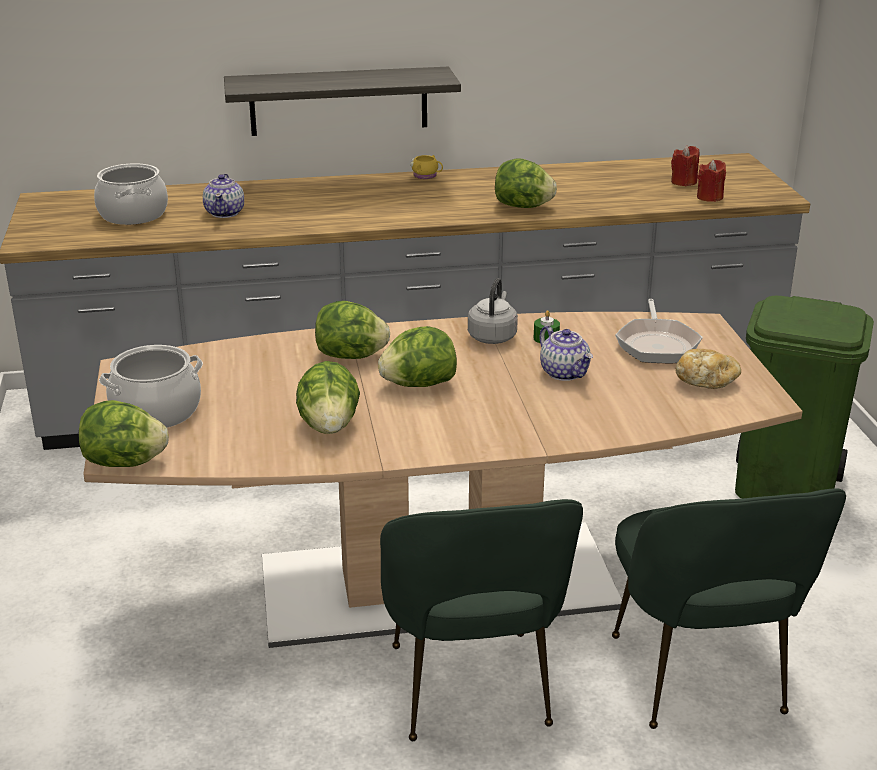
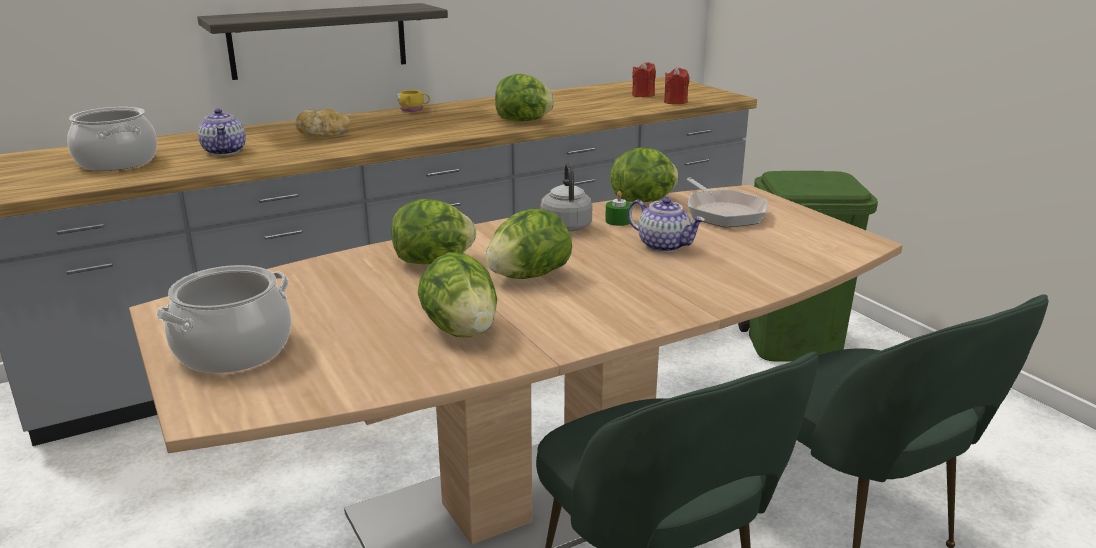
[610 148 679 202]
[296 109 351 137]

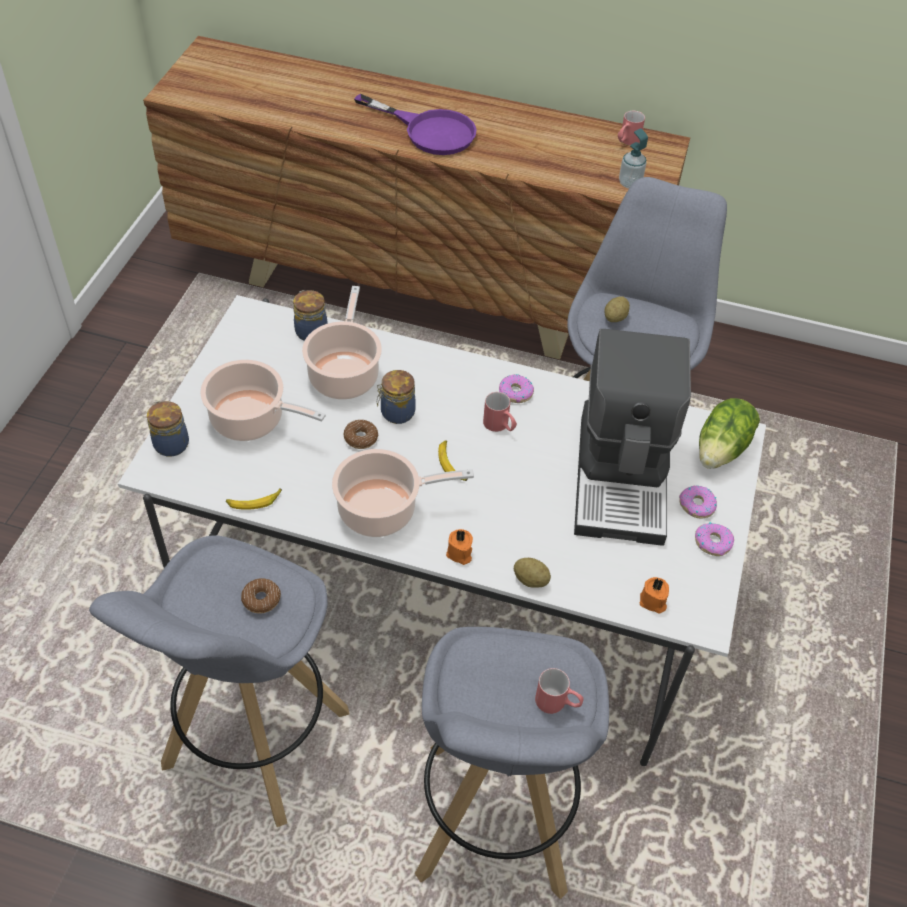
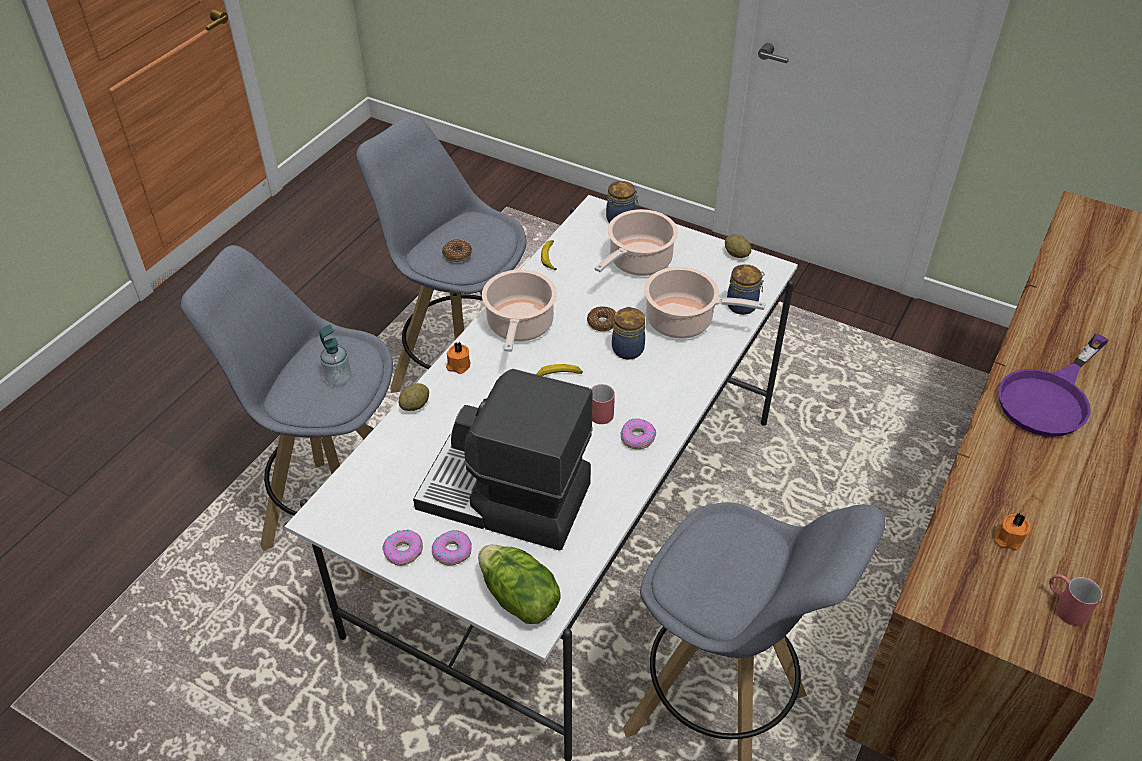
[535 668 584 714] (first image)
[725 234 751 258]
[319 324 351 386]
[994 513 1031 550]

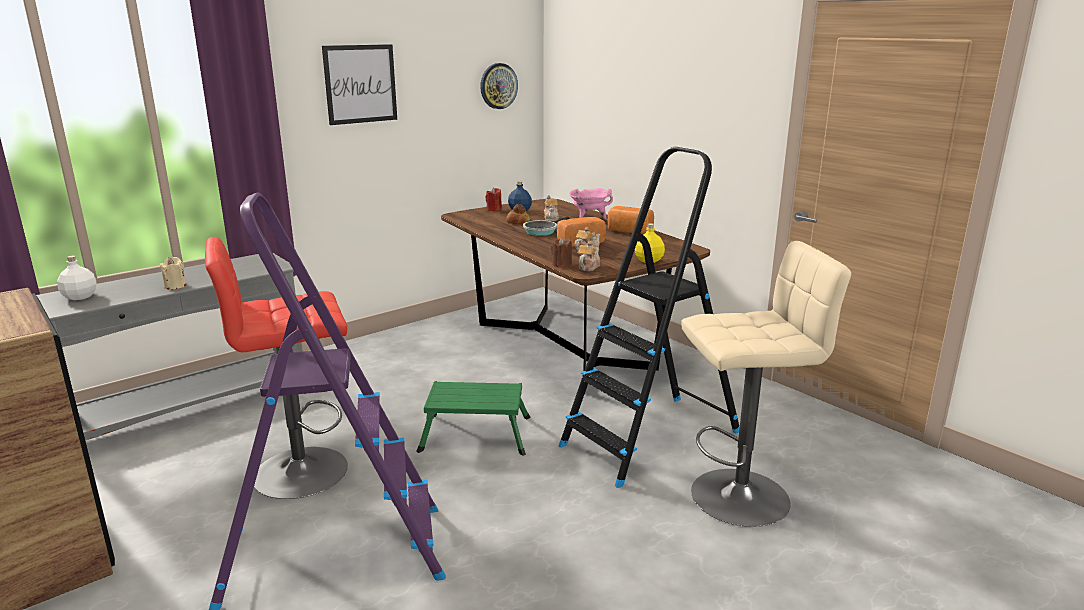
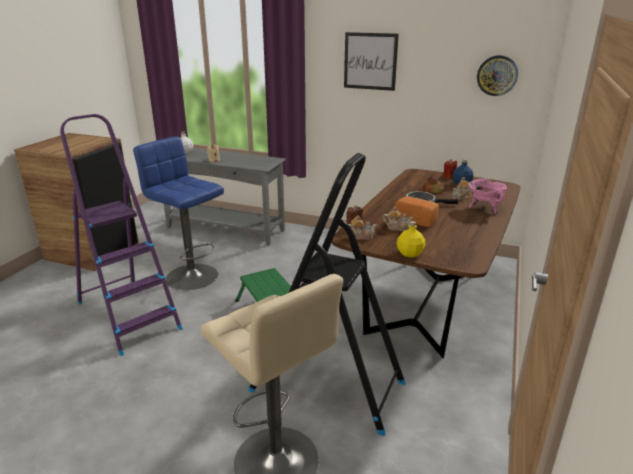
[133 136 224 290]
[608 206 654 234] (first image)

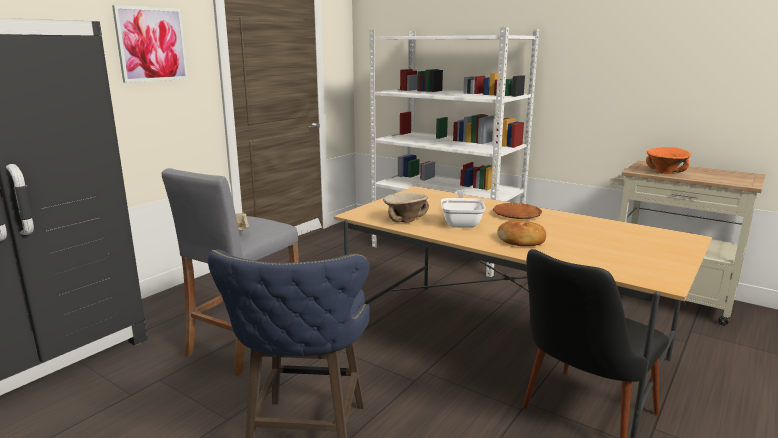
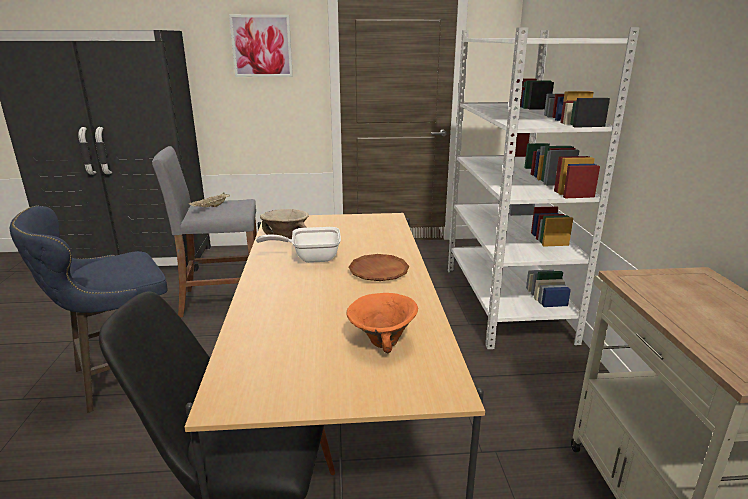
[256 227 341 263]
[497 220 546 246] (first image)
[346 293 418 353]

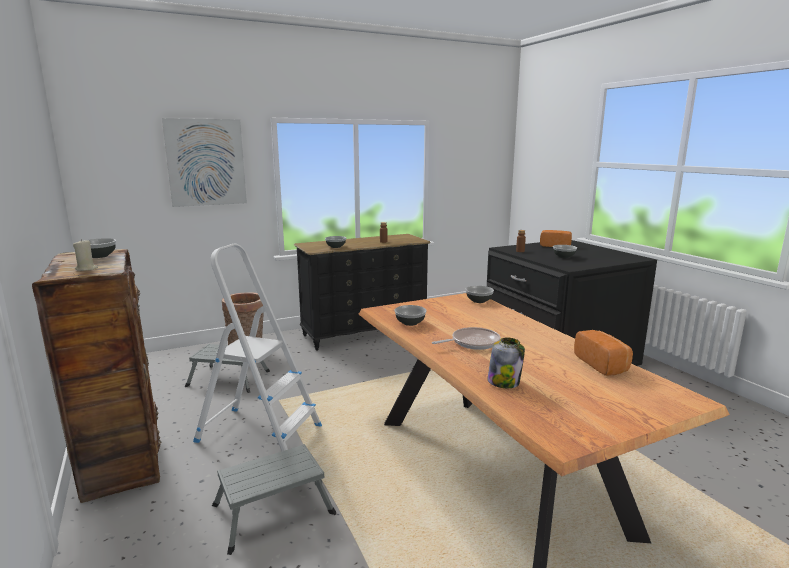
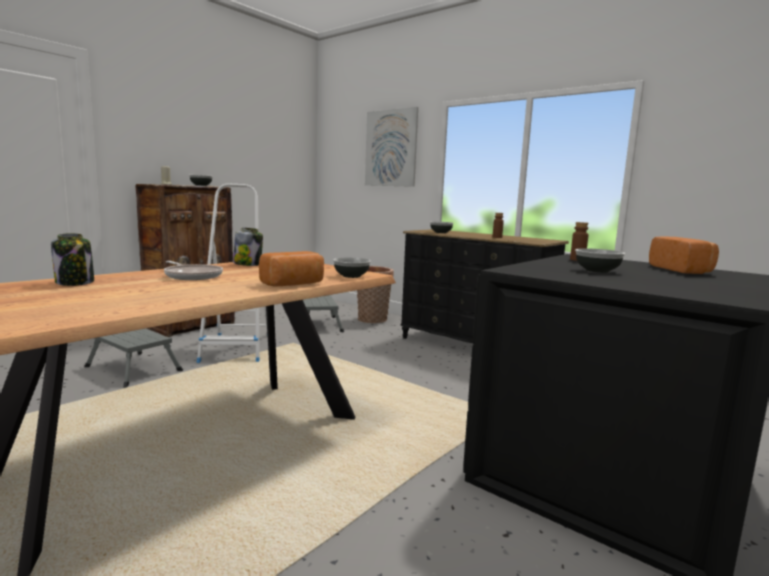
[233 228 263 266]
[259 251 324 287]

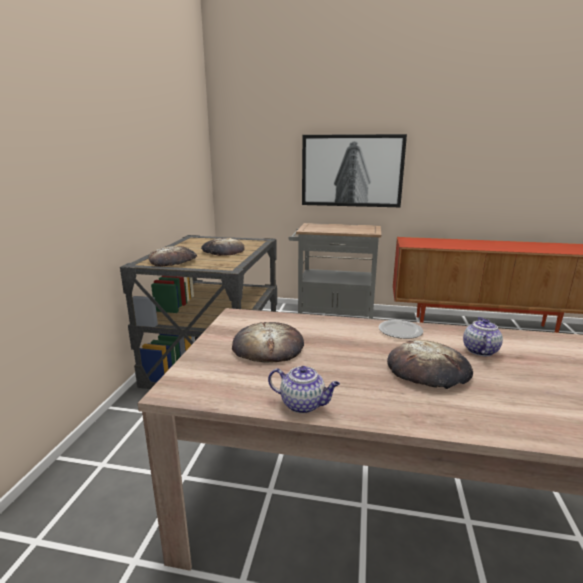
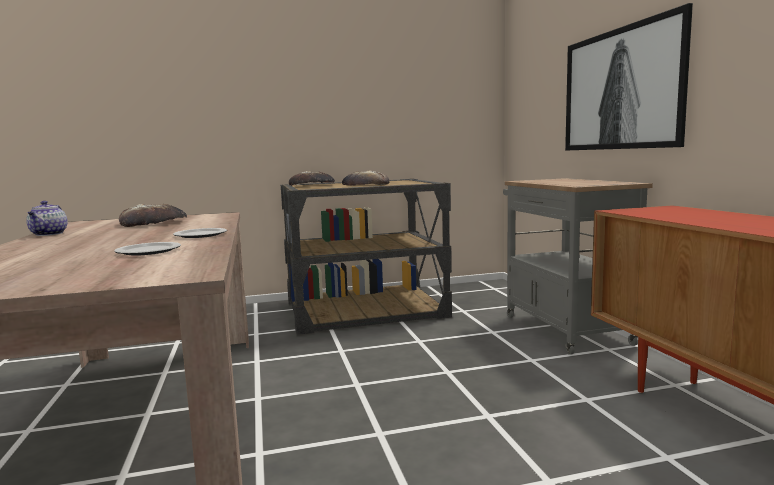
[387 340 473 389] (first image)
[114 242 181 256]

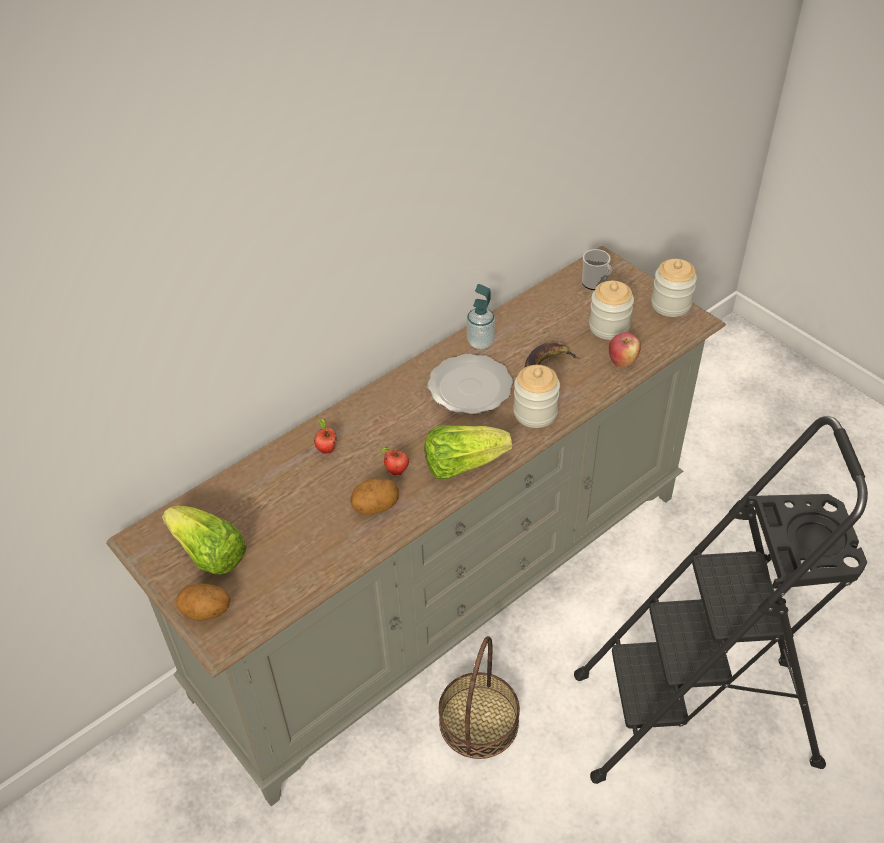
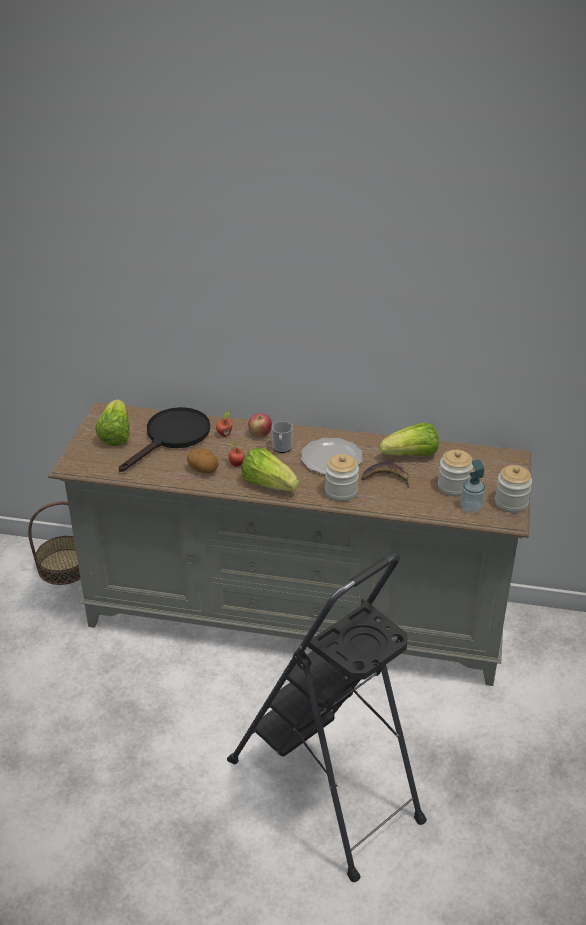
[176 583 231 621] (first image)
[28 502 80 585]
[461 459 485 513]
[272 421 293 453]
[248 413 272 437]
[119 407 210 472]
[379 423 439 456]

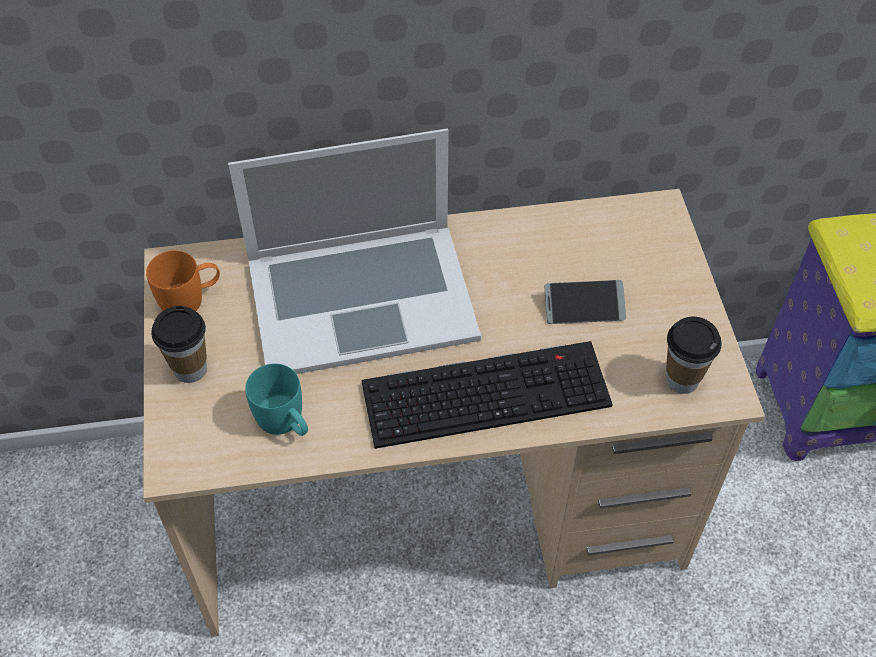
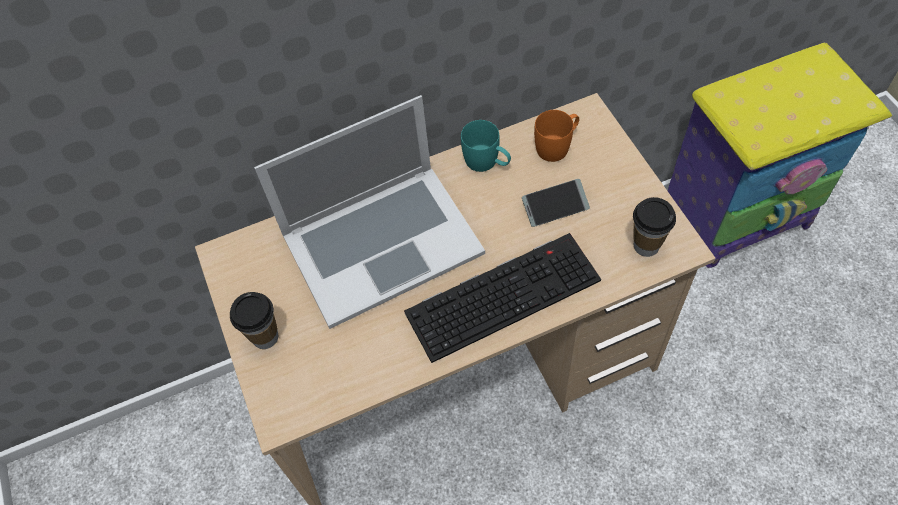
[534 110 579 162]
[461 120 511 172]

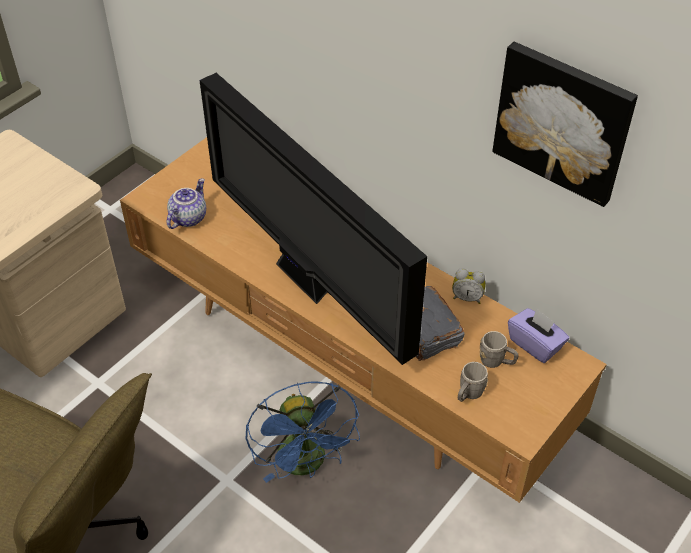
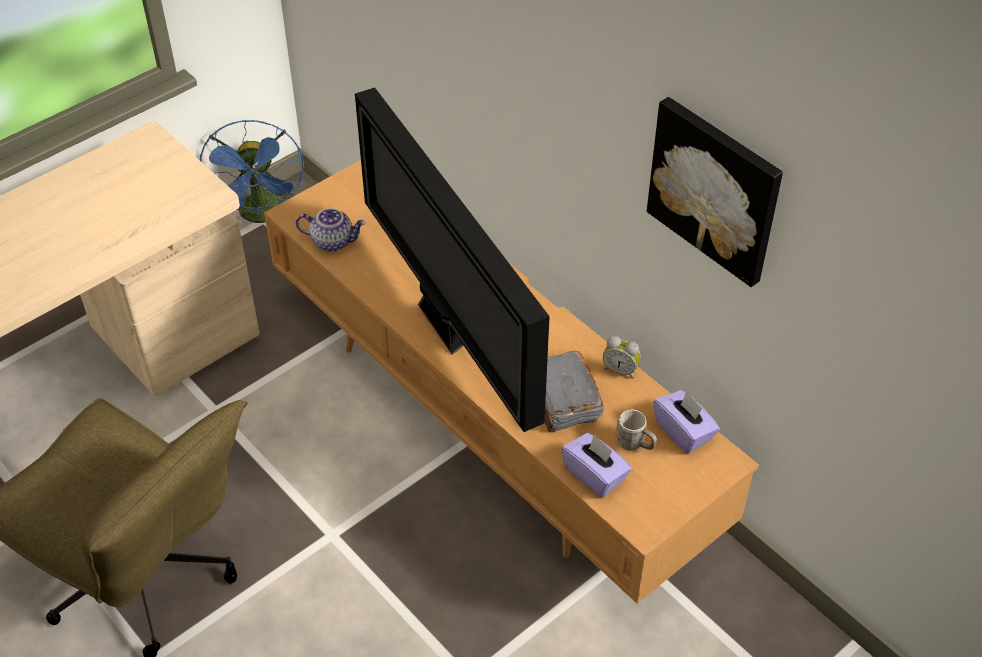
[296 208 366 252]
[200 120 304 223]
[561 433 632 498]

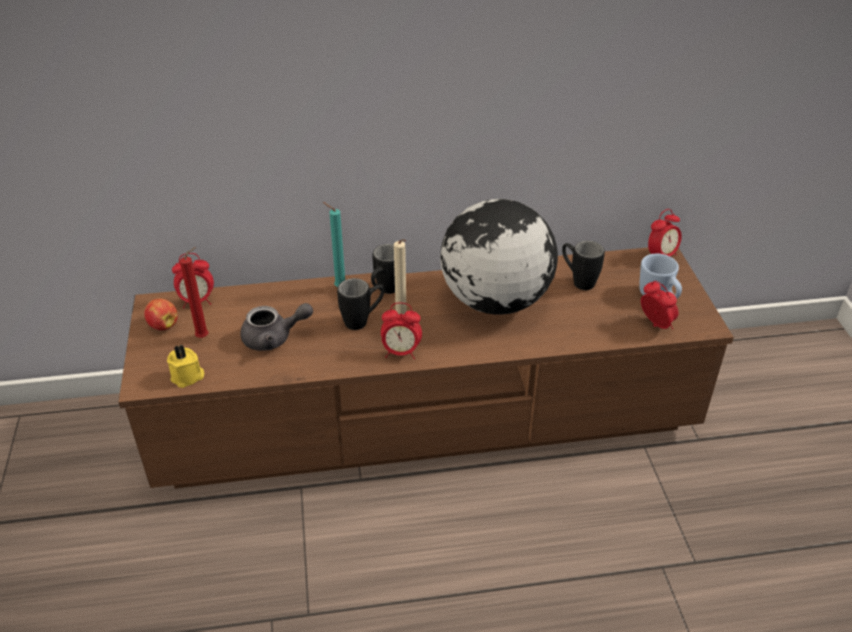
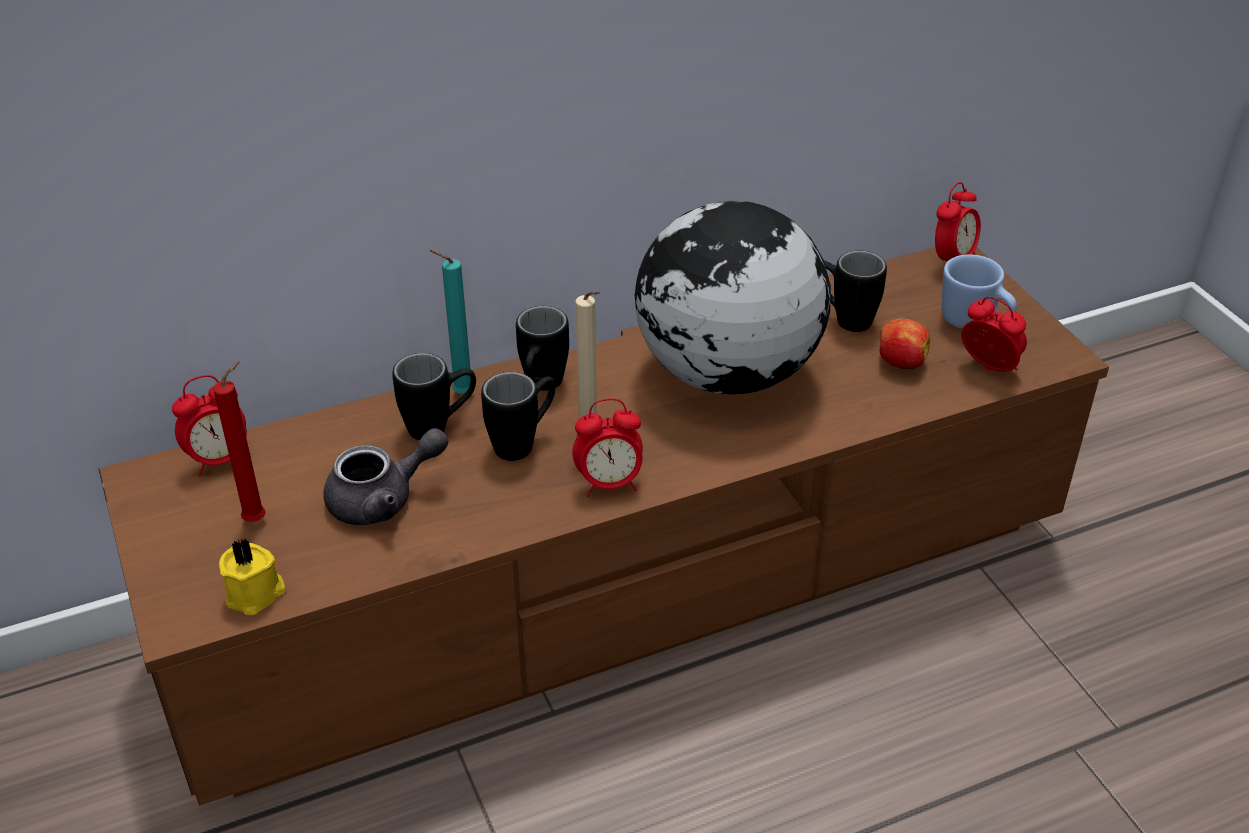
[879 319 930 369]
[392 353 476 440]

